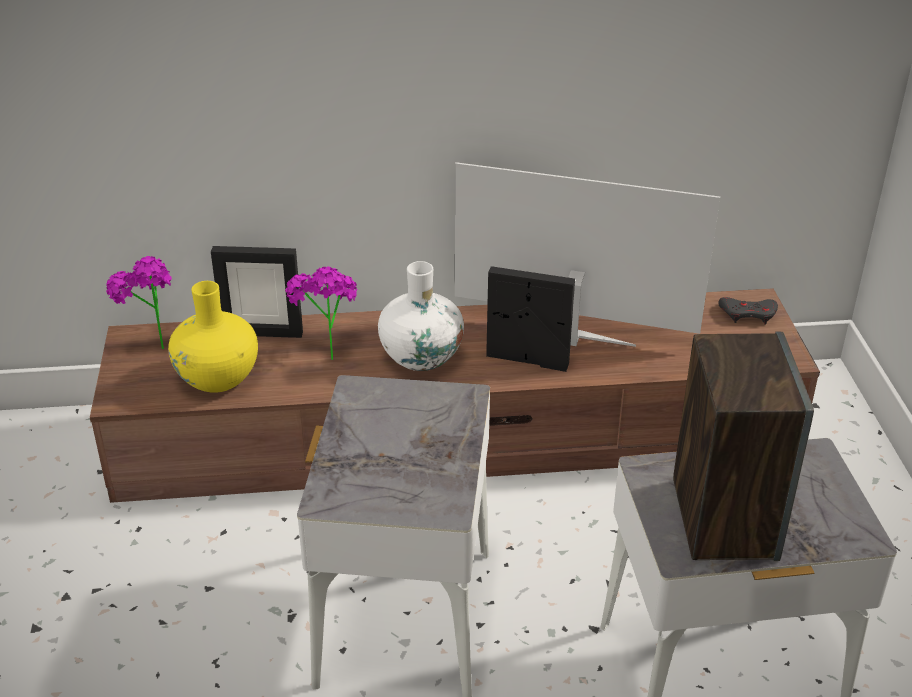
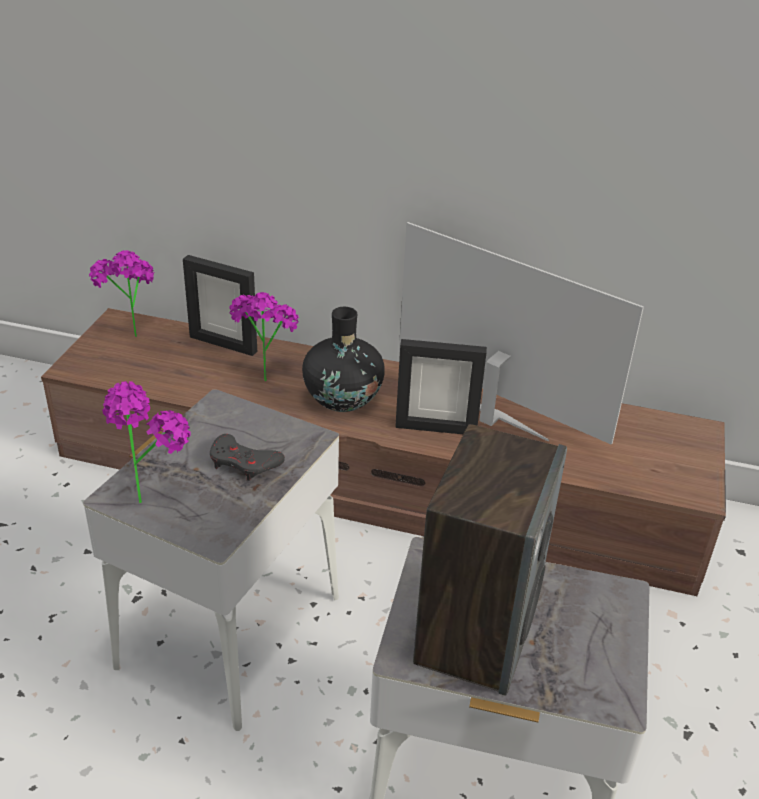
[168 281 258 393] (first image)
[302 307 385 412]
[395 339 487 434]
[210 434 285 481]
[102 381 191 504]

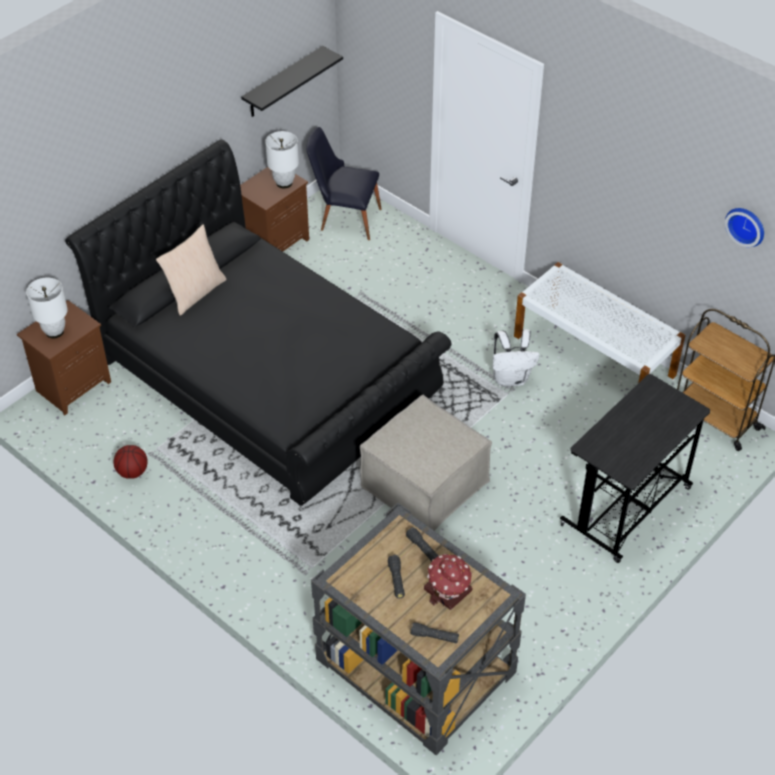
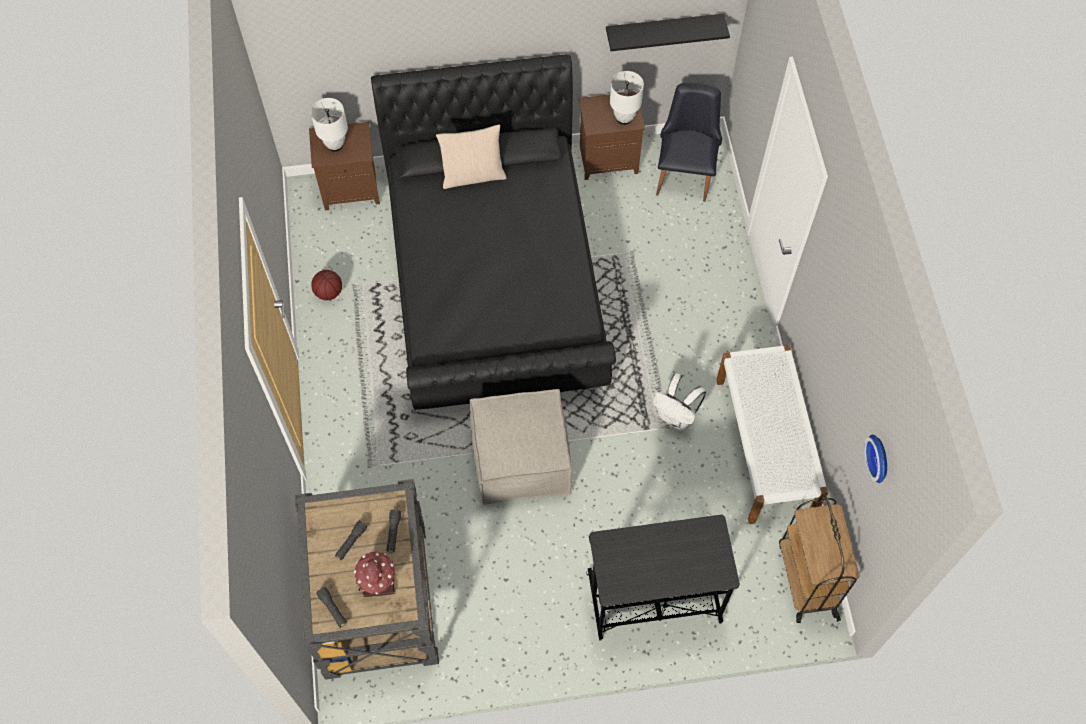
[656 83 722 202]

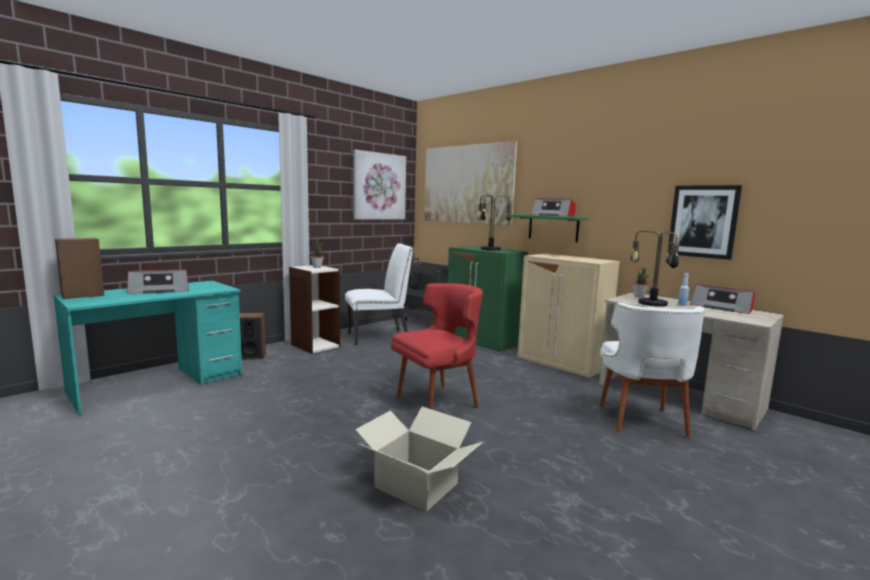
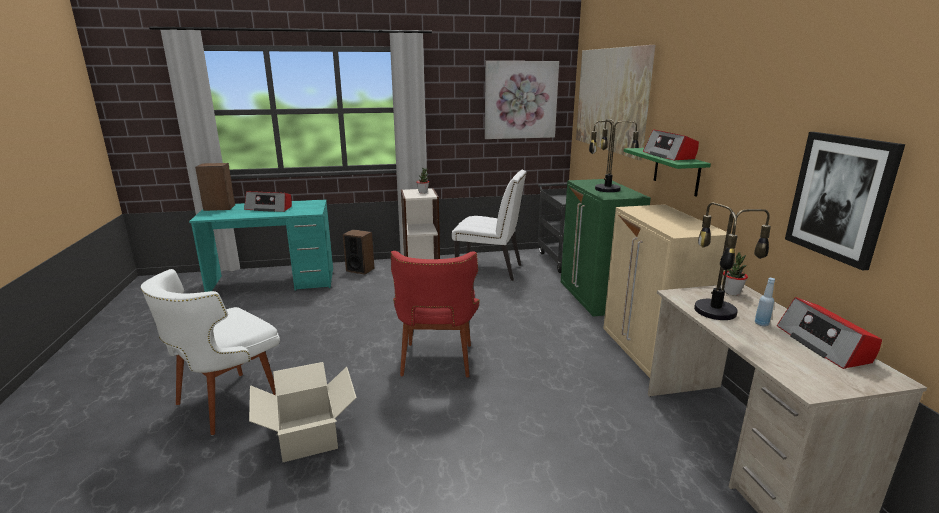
[391 251 480 378]
[141 269 280 436]

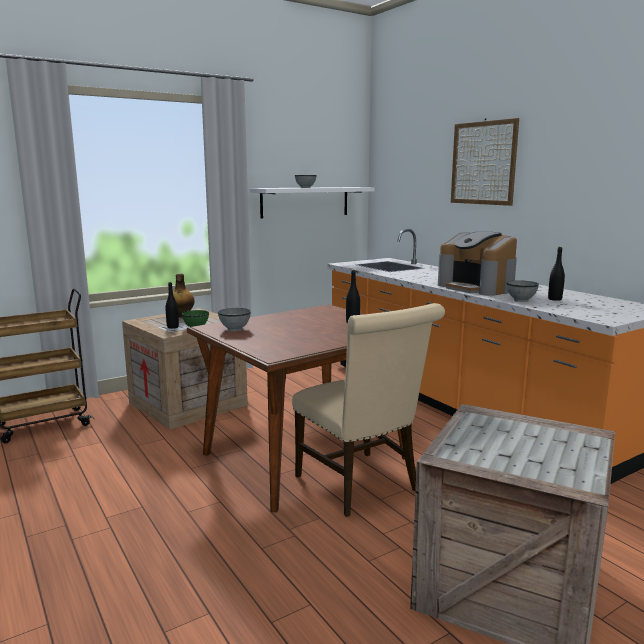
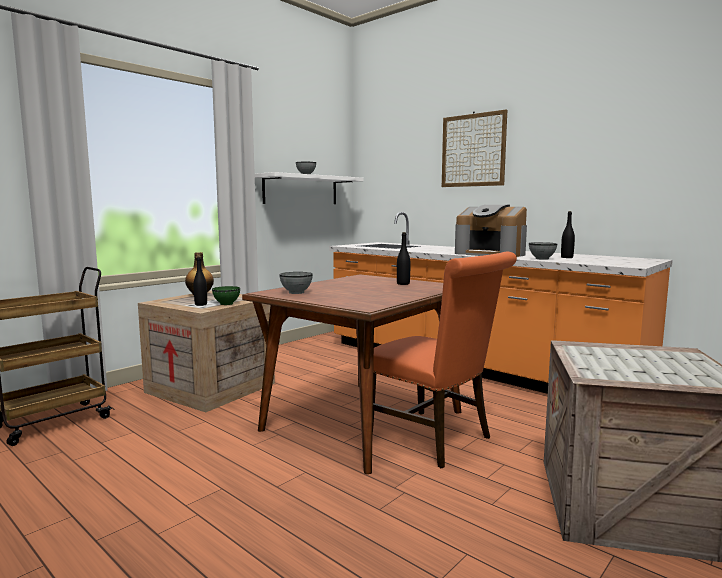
[372 252 517 468]

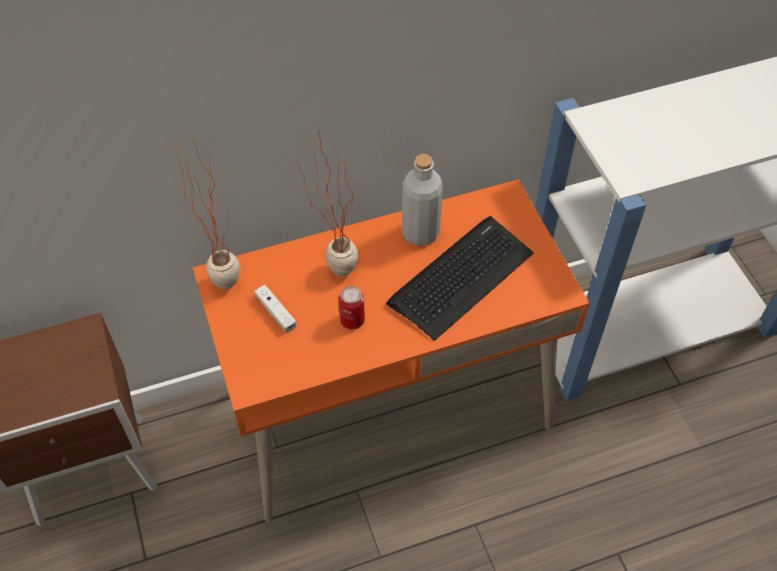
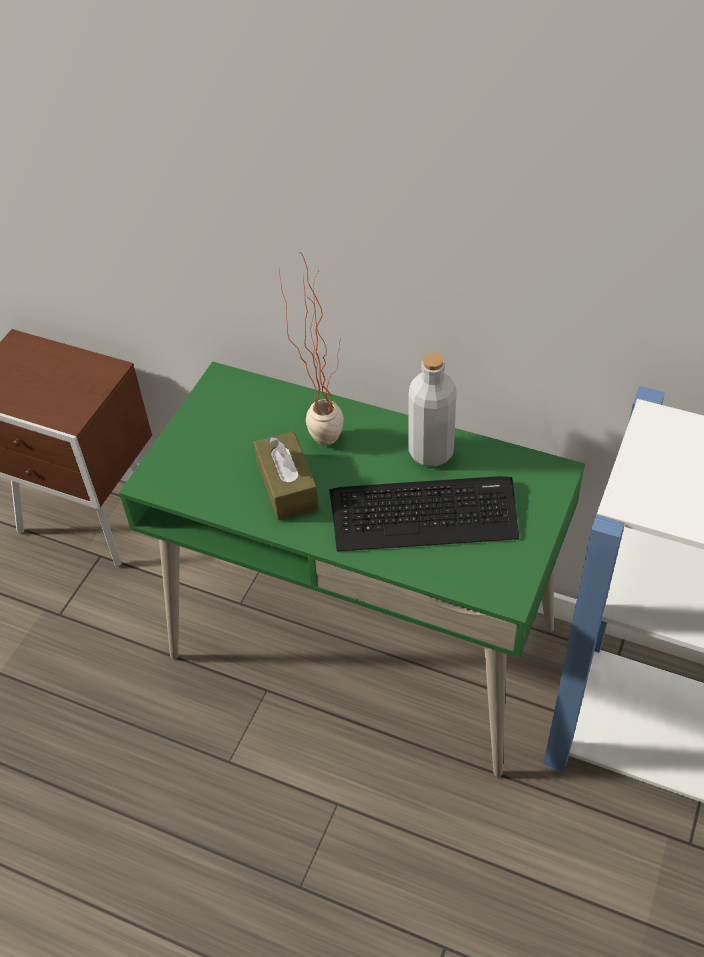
[176 135 240 289] (first image)
[119 361 585 777]
[254 285 297 332] (first image)
[254 431 319 520]

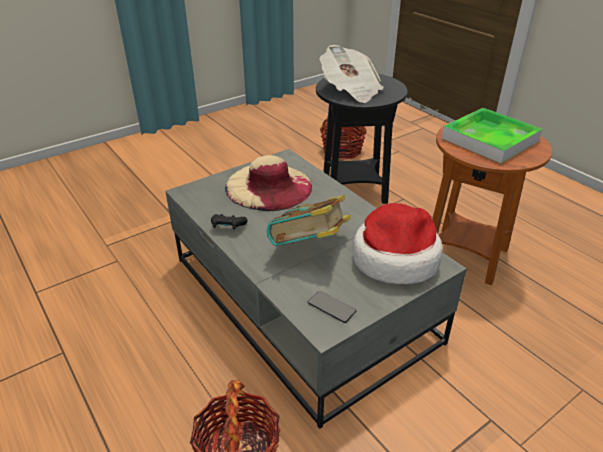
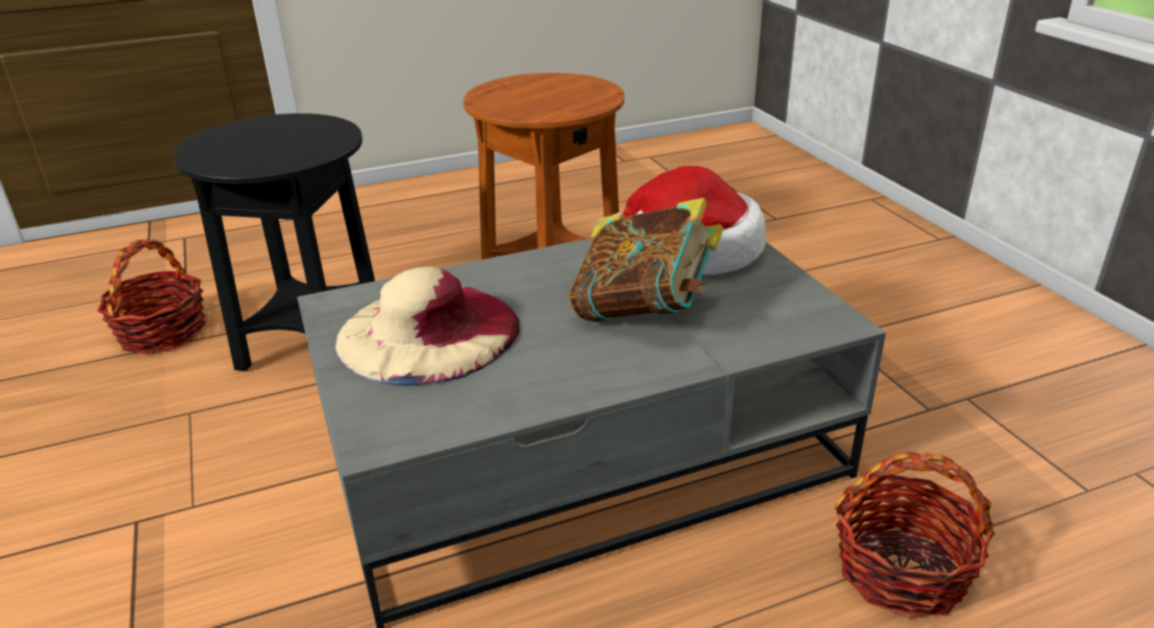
[211 214 247 230] (first image)
[308 291 356 323] (first image)
[320 45 384 103] (first image)
[442 108 542 163] (first image)

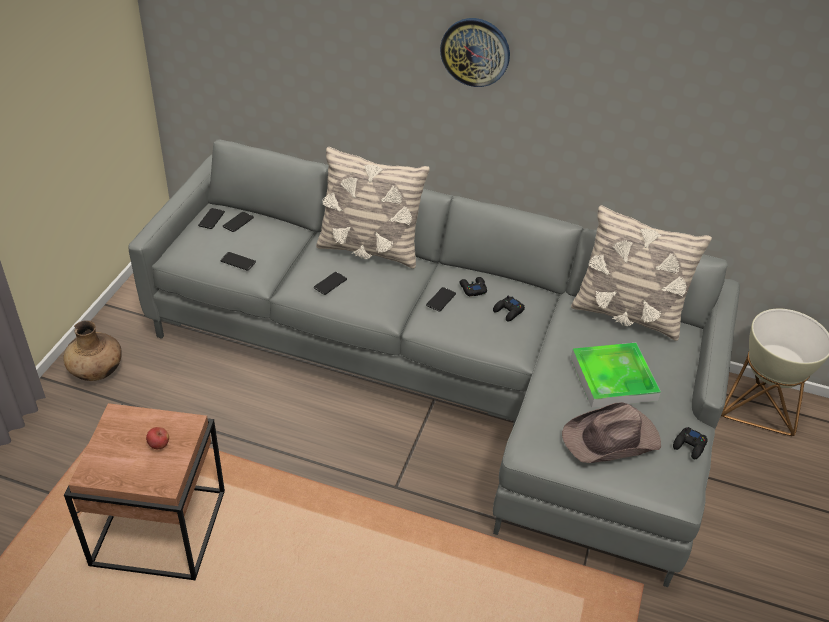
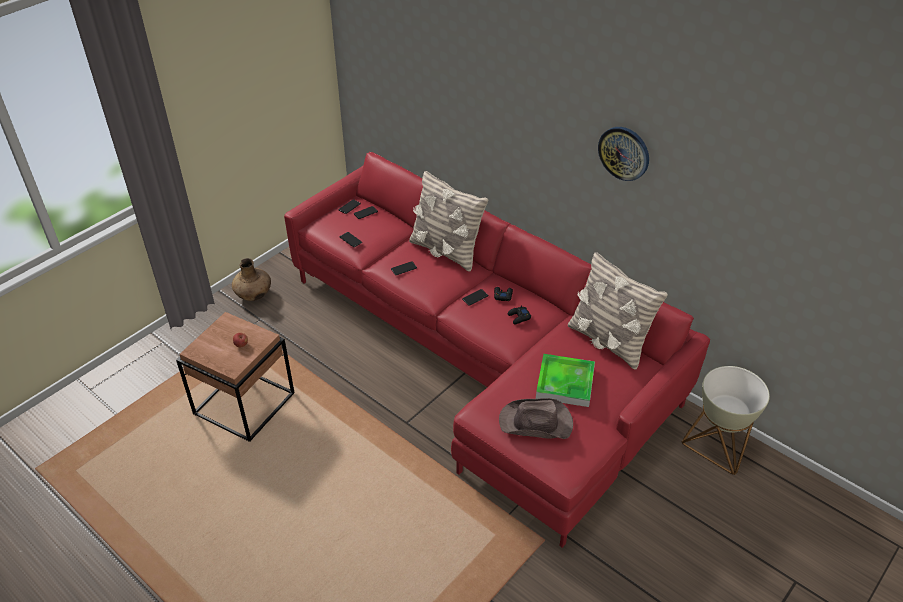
[284 152 710 548]
[598 127 649 181]
[673 427 708 460] (first image)

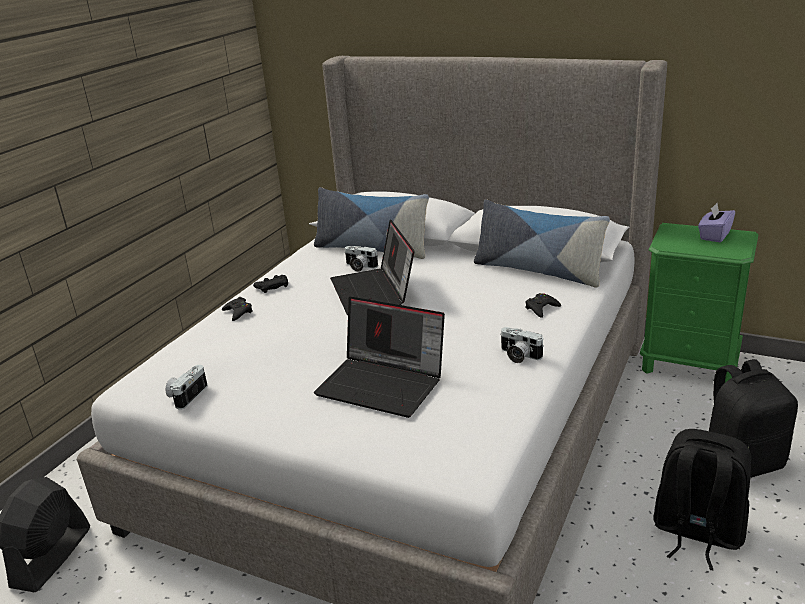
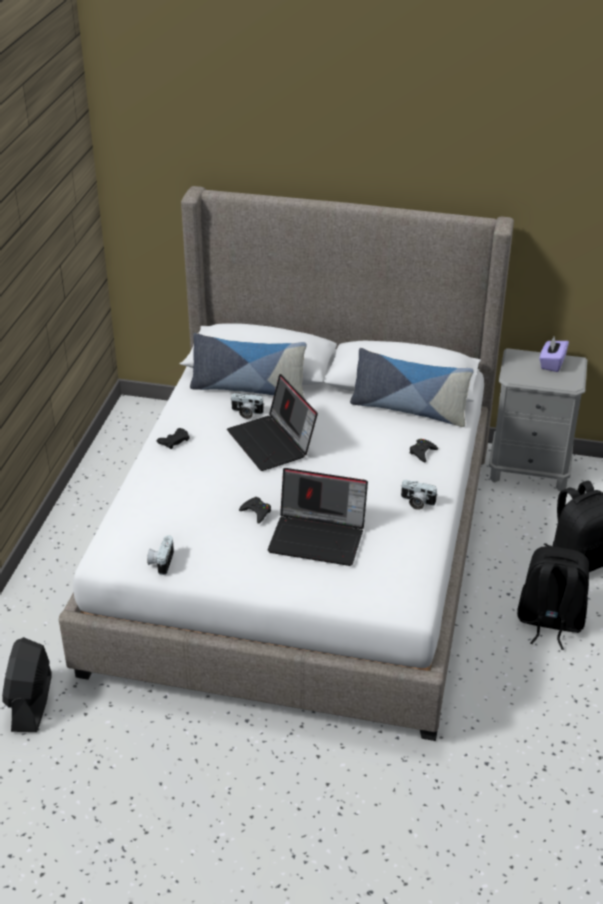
[239 497 271 524]
[489 348 587 492]

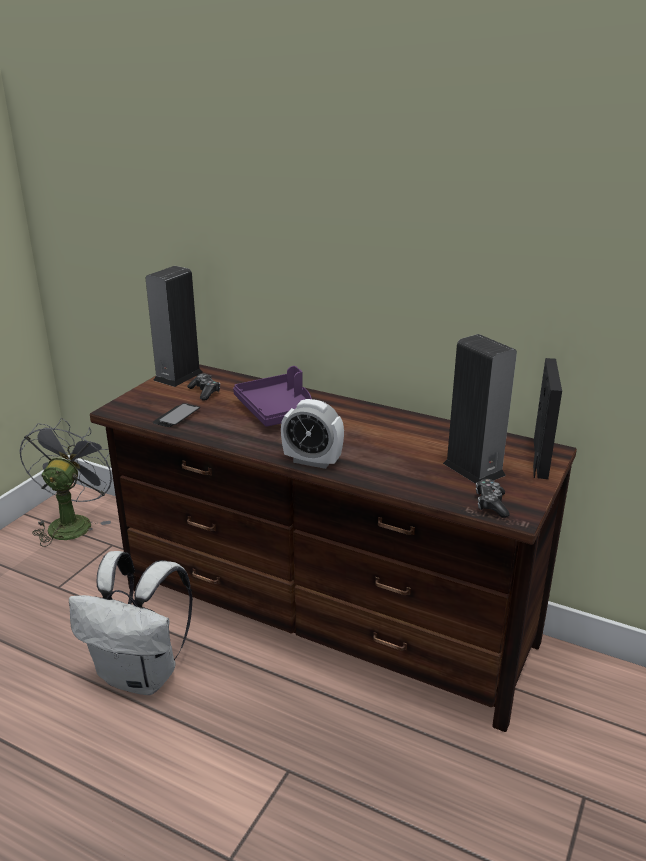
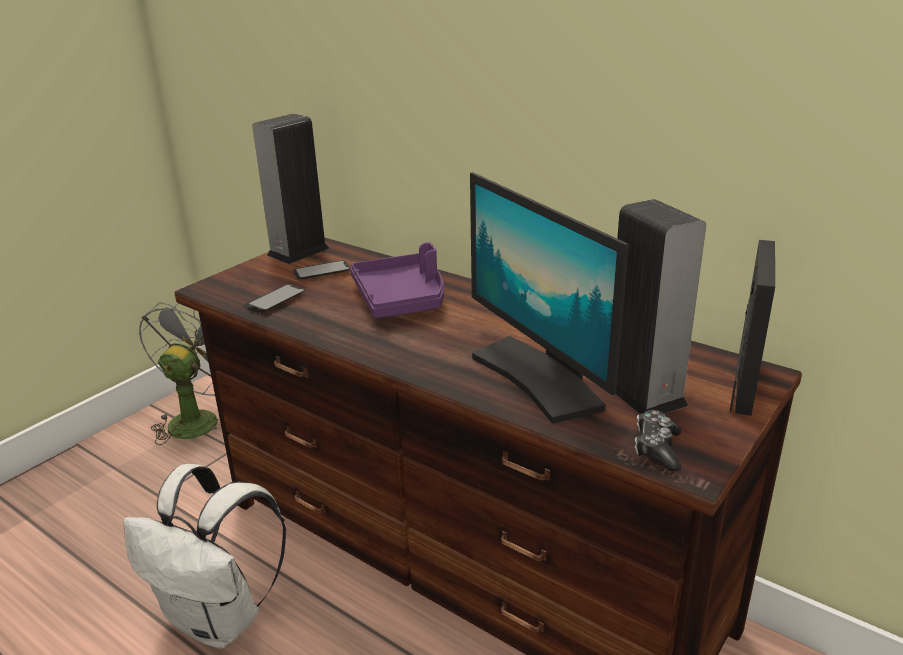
[293 260 350 280]
[281 399 344 469] (first image)
[470 172 629 424]

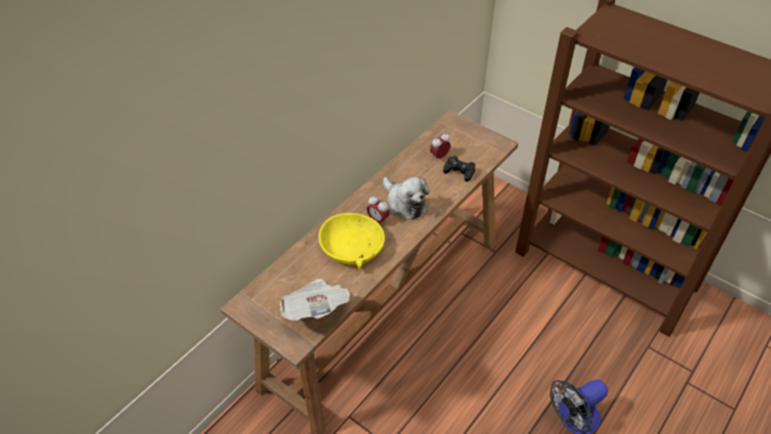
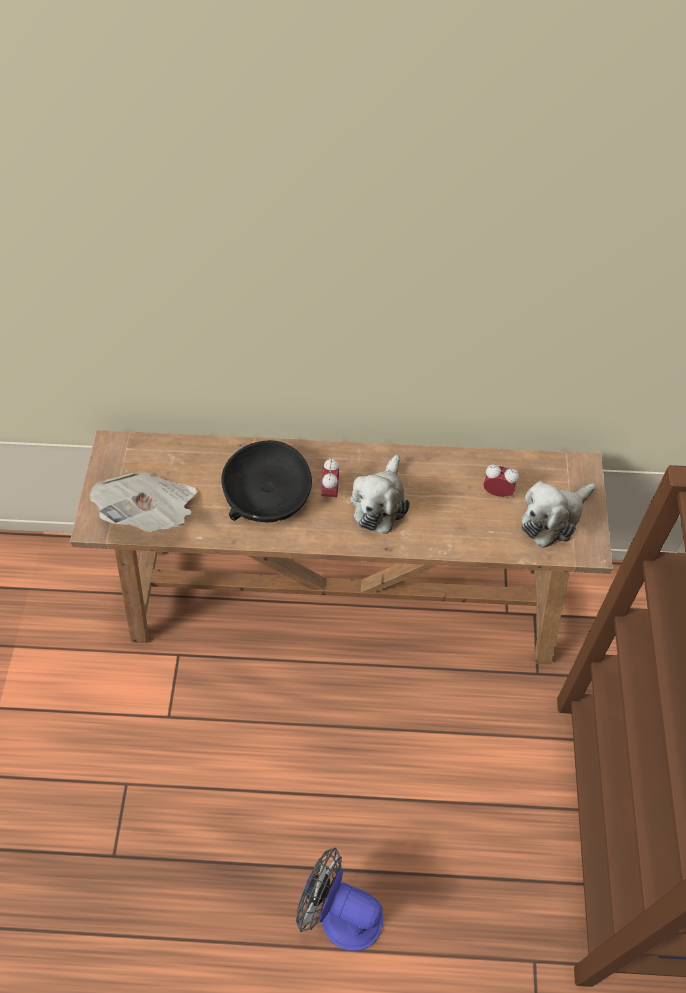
[221 440 312 522]
[443 156 475 182] (first image)
[521 481 596 548]

